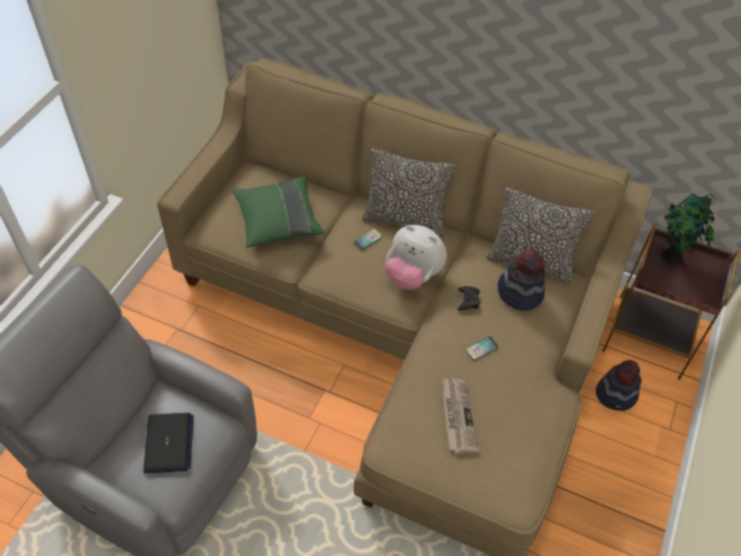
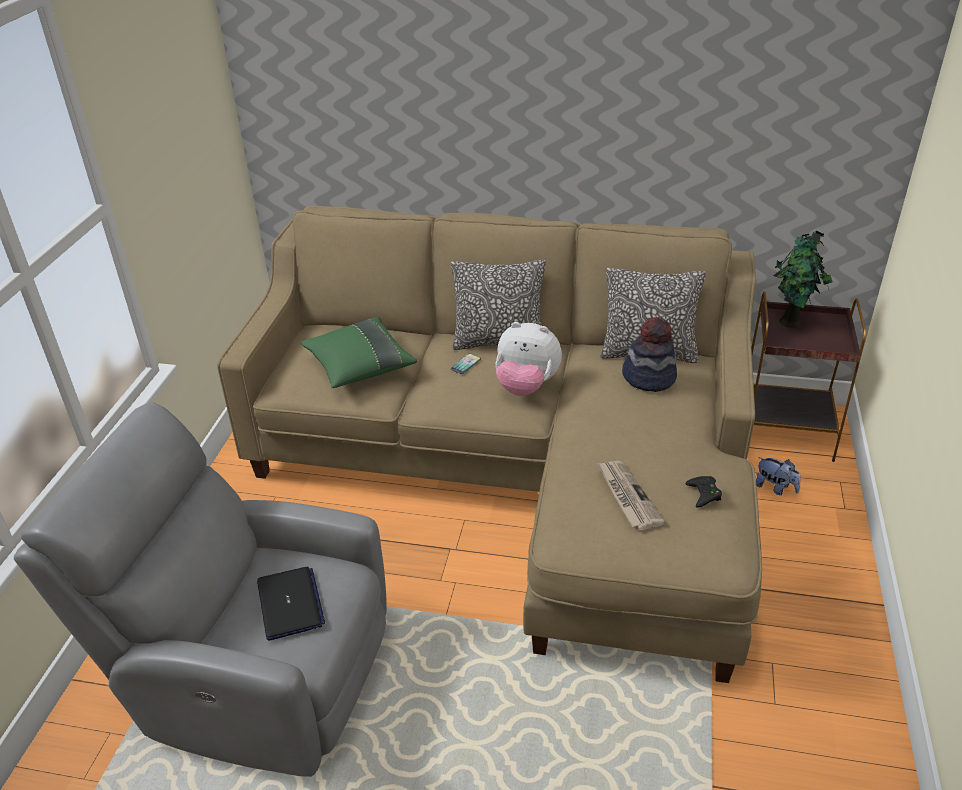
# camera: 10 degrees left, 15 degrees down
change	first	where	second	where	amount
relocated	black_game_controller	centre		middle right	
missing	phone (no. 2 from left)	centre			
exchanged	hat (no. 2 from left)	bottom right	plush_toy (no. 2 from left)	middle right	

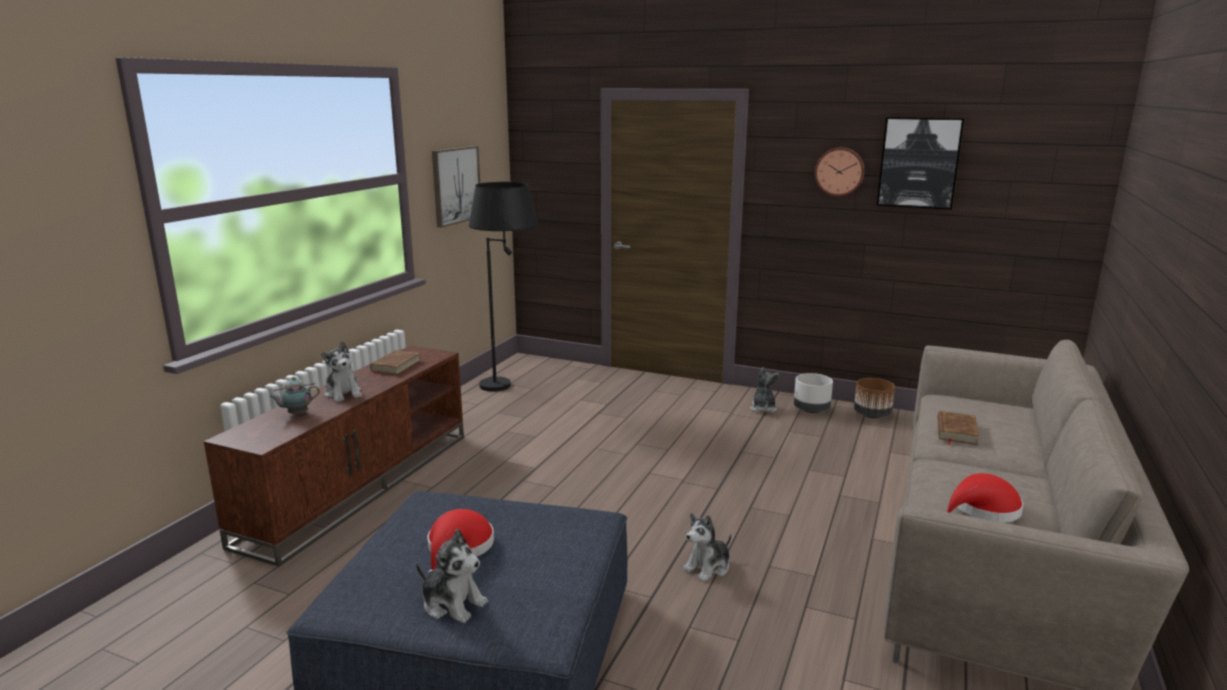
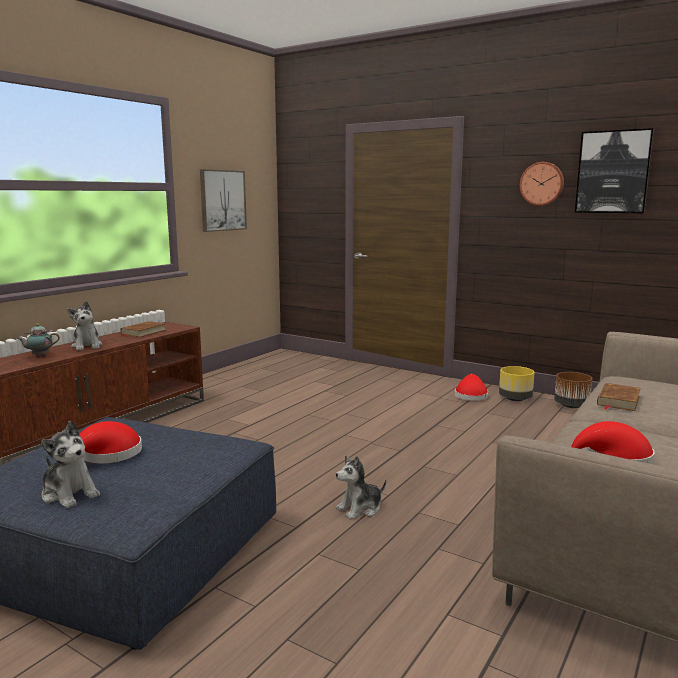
# camera: 10 degrees right, 5 degrees down
change	first	where	second	where	amount
missing	black_floor_lamp	centre			
exchanged	plush_toy (no. 4 from left)	centre	red_hat (no. 2 from left)	middle right	
colour	grey_planter	centre	yellow_planter	middle right	

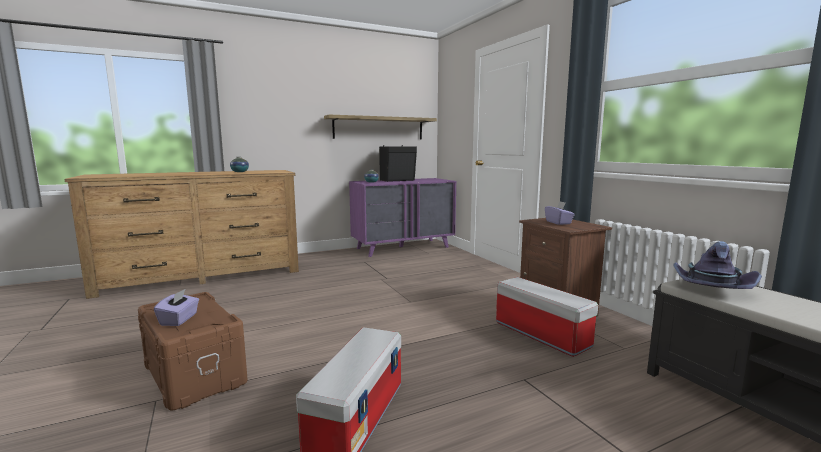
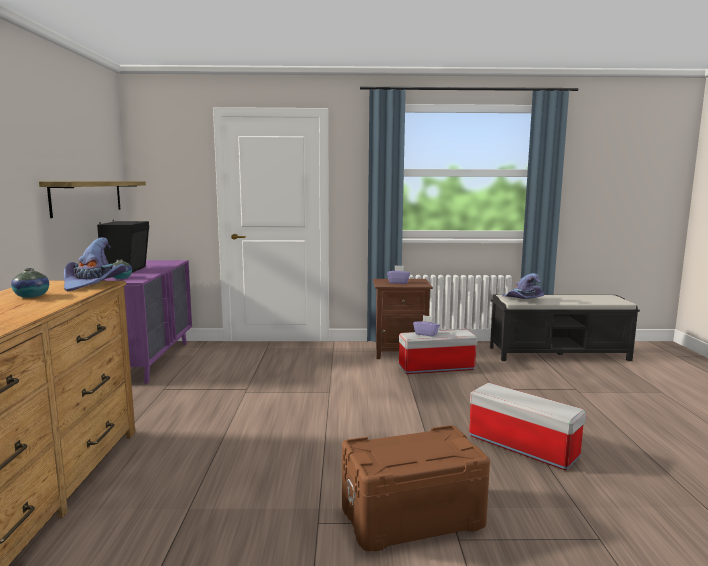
# camera: 65 degrees left, 0 degrees up
change	first	where	second	where	amount
relocated	purple_tissue_box (no. 1 from left in the first image)	bottom left	purple_tissue_box (no. 2 from left)	centre	
appeared			purple_hat (no. 1 from left)	middle left	

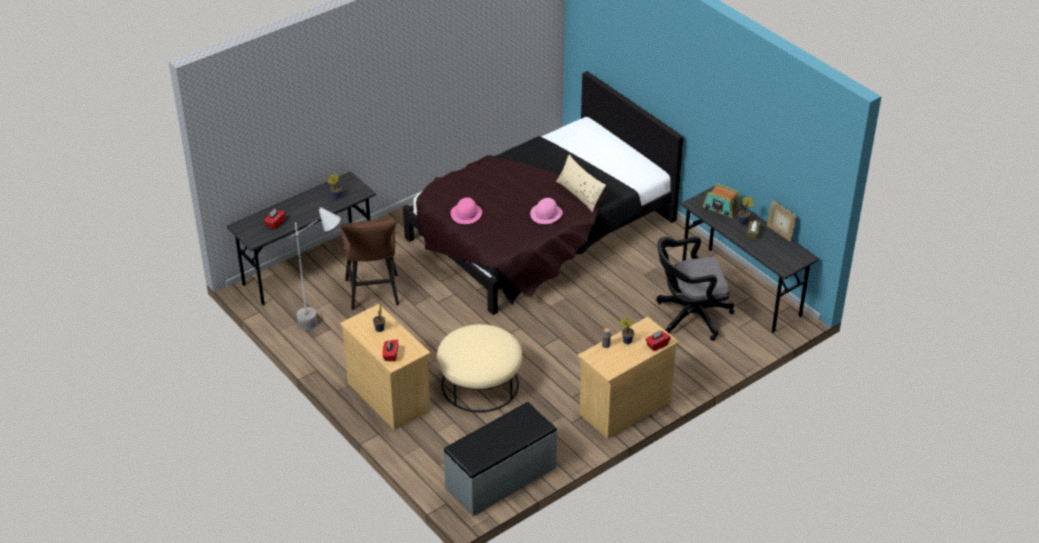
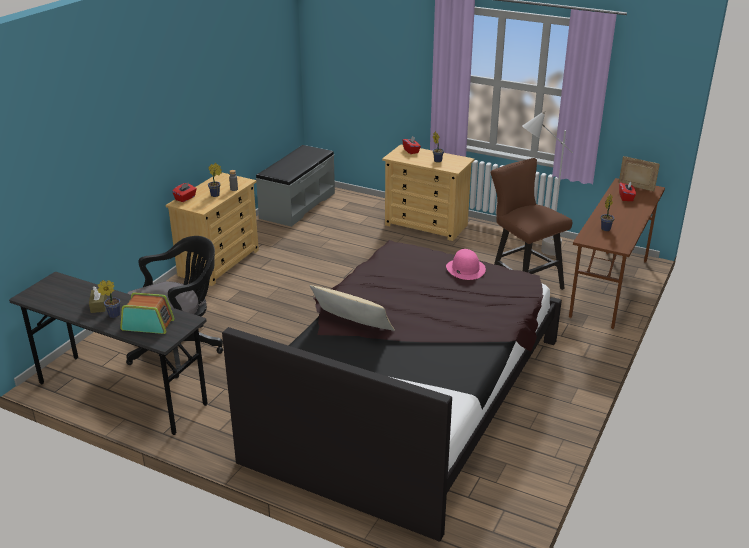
# camera: 155 degrees right, 10 degrees down
change	first	where	second	where	amount
colour	grey_desk (no. 1 from left)	middle left	brown_desk	middle right	
missing	beige_ottoman	bottom centre			
missing	pink_hat (no. 2 from left)	centre			
relocated	picture_frame	middle right		top right	

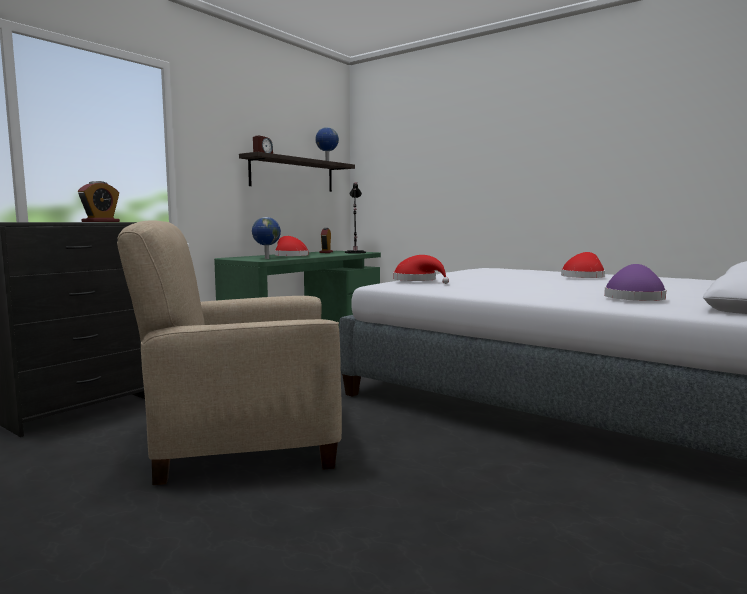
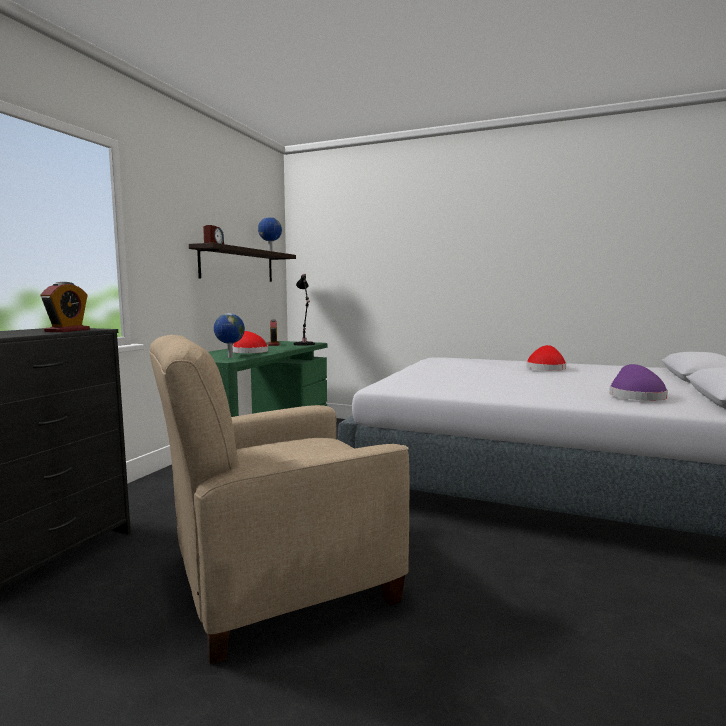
# camera: 15 degrees left, 0 degrees up
change	first	where	second	where	amount
missing	red_hat (no. 2 from left)	centre			

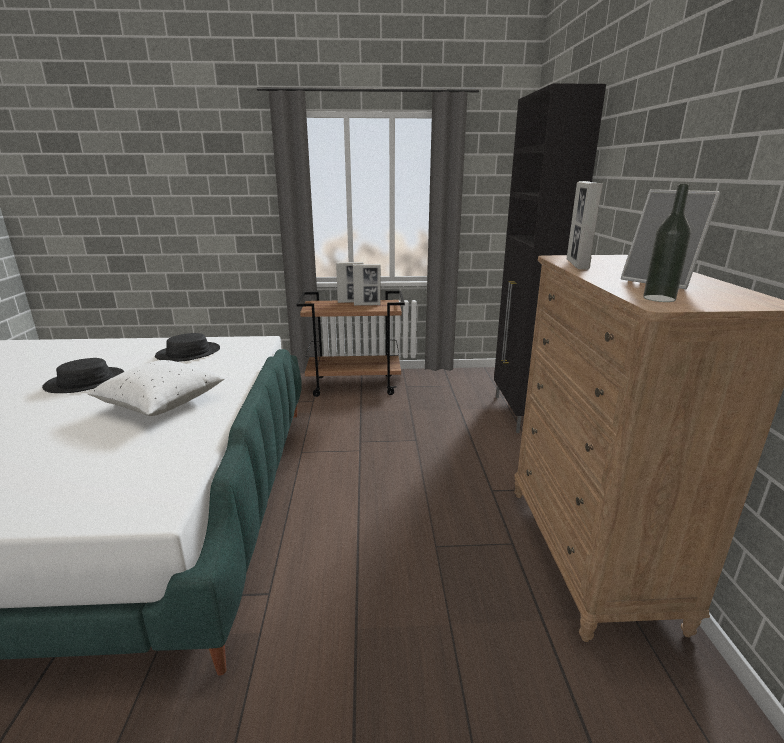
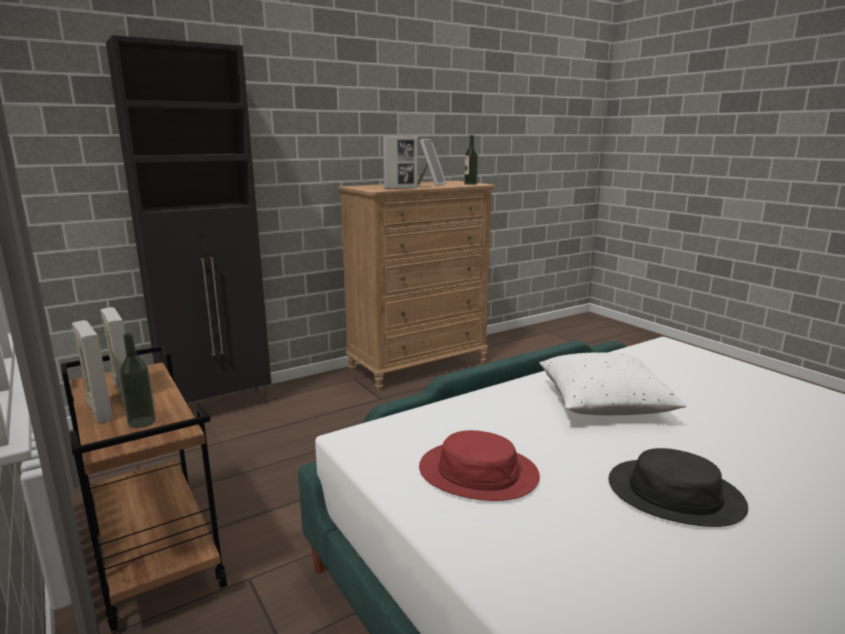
# camera: 120 degrees left, 5 degrees down
change	first	where	second	where	amount
colour	black_hat (no. 2 from left)	middle left	red_hat	bottom centre	
appeared			bottle (no. 1 from left)	middle left	

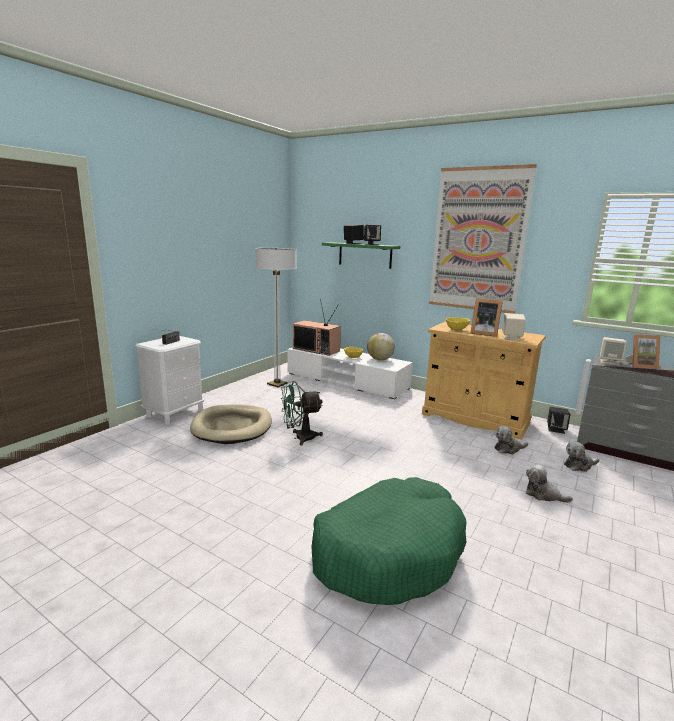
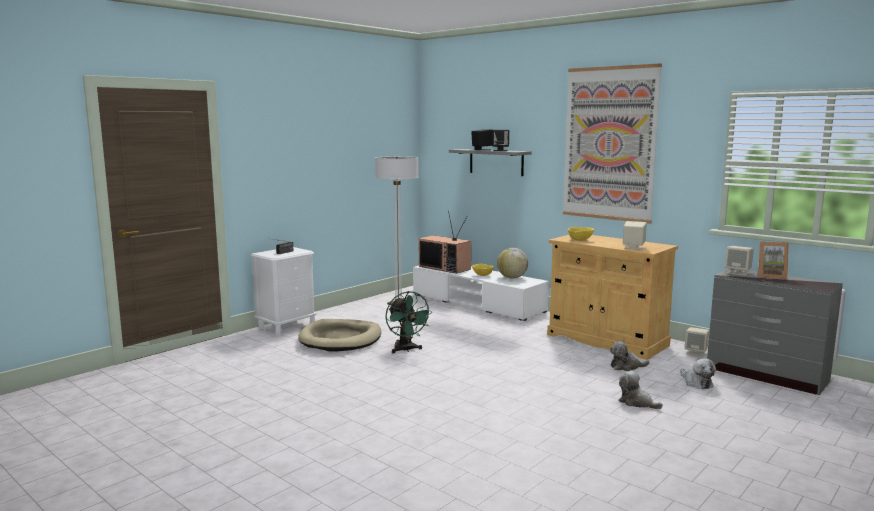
# camera: 10 degrees right, 5 degrees down
change	first	where	second	where	amount
spun	green_fan	centre		centre	105 degrees counterclockwise
missing	green_dog_bed	bottom centre			
colour	green_shelf	centre	grey_shelf	top centre	
missing	picture_frame (no. 1 from left)	middle right			
colour	black_speaker (no. 3 from left)	middle right	beige_speaker (no. 2 from left)	bottom right	
spun	plush_toy (no. 3 from left)	middle right		bottom right	105 degrees counterclockwise

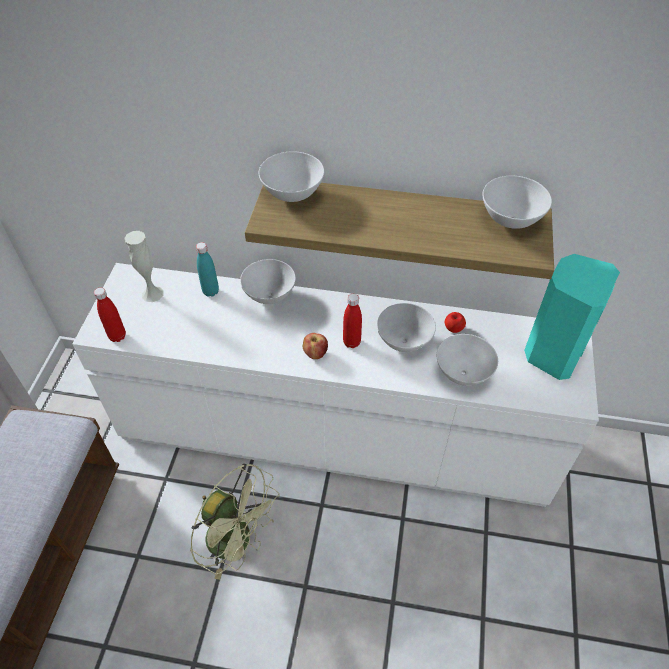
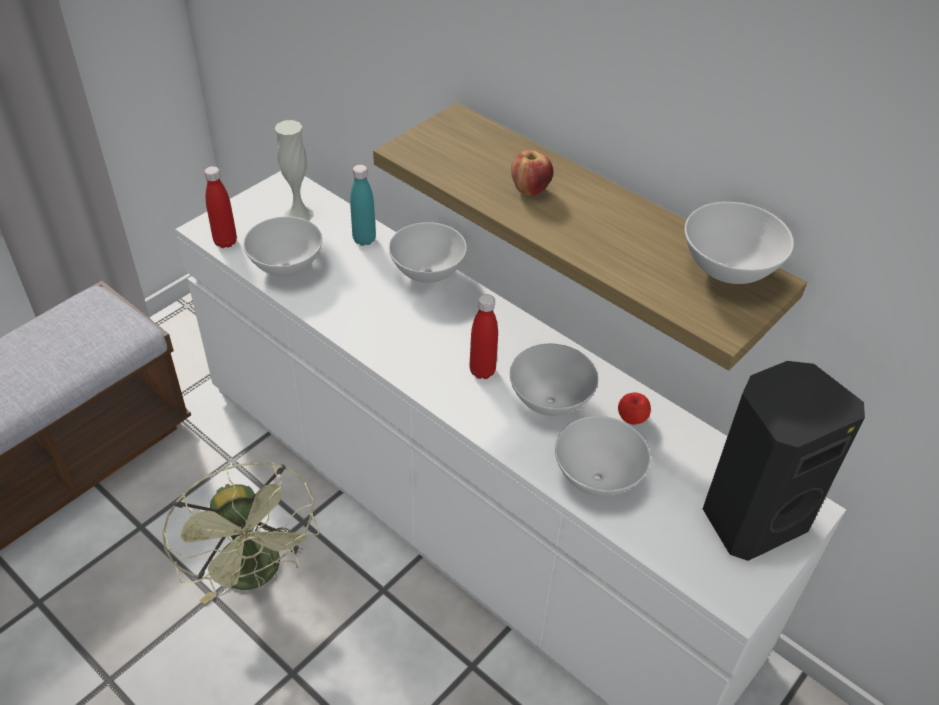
# camera: 30 degrees right, 5 degrees down
change	first	where	second	where	amount
relocated	white_bowl (no. 2 from left in the first image)	top centre	white_bowl (no. 1 from left)	middle left	
relocated	apple (no. 1 from left)	centre		top centre	
colour	turquoise_speaker	middle right	black_speaker	middle right	

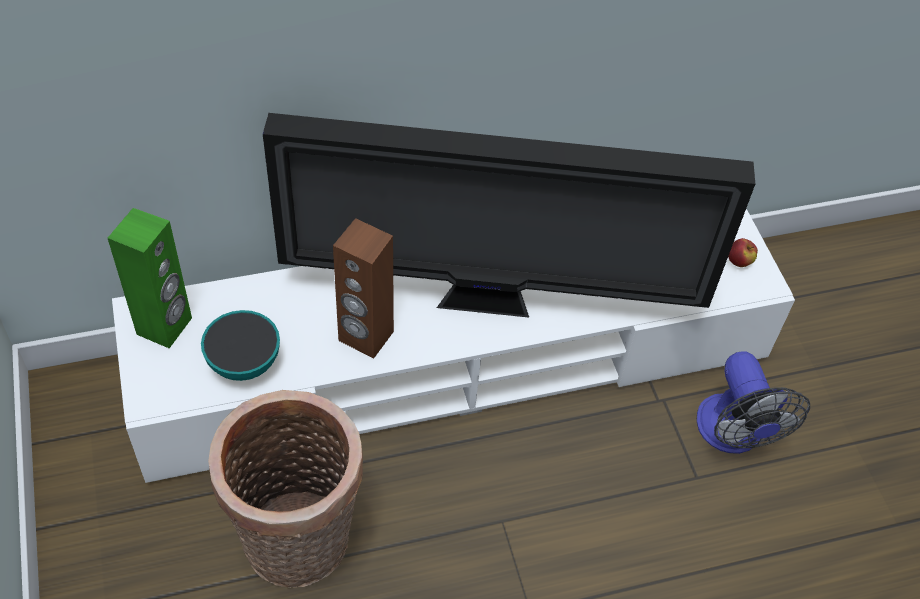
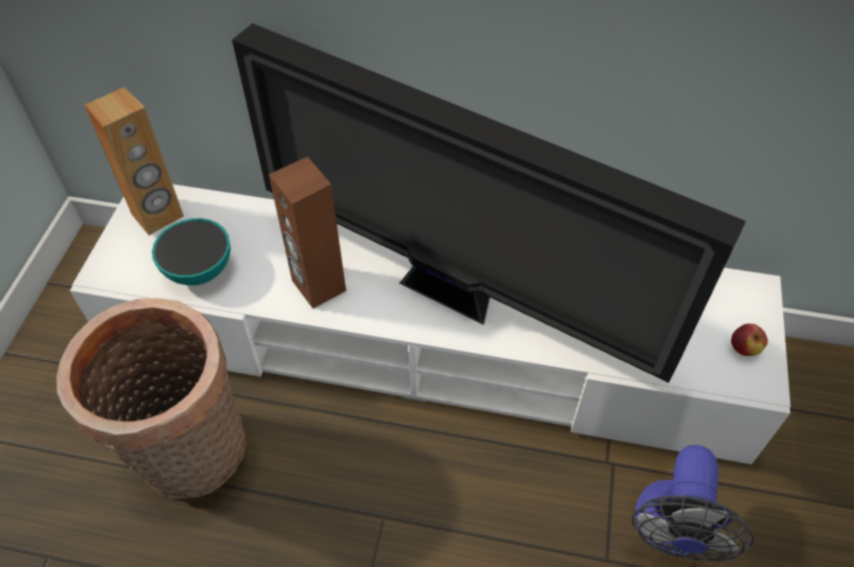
# camera: 30 degrees right, 0 degrees up
change	first	where	second	where	amount
colour	green_speaker	middle left	brown_speaker (no. 1 from left)	top left	

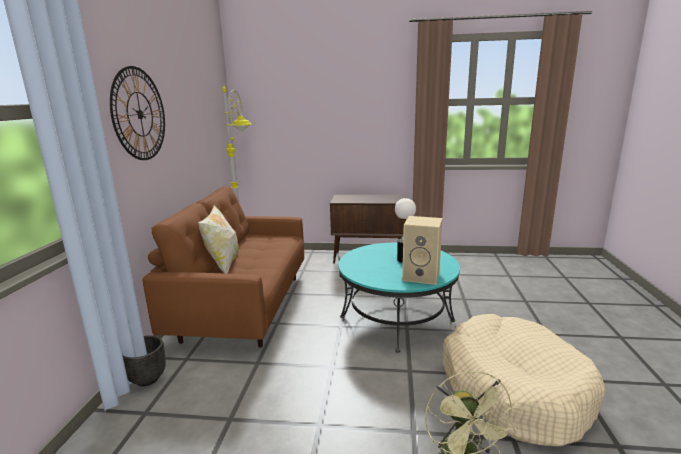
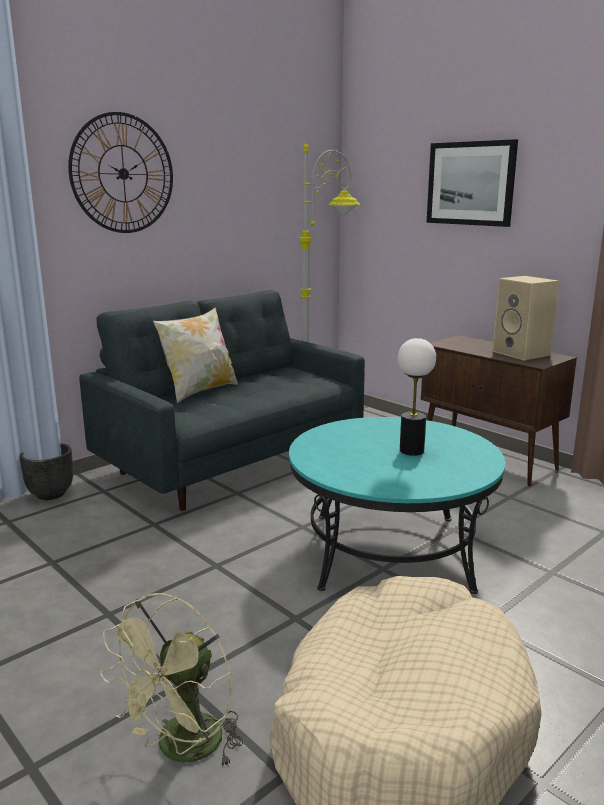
# camera: 40 degrees right, 0 degrees up
change	first	where	second	where	amount
colour	brown_sofa	middle left	grey_sofa	centre	
relocated	beige_speaker	centre		middle right	
appeared			picture	top right	

